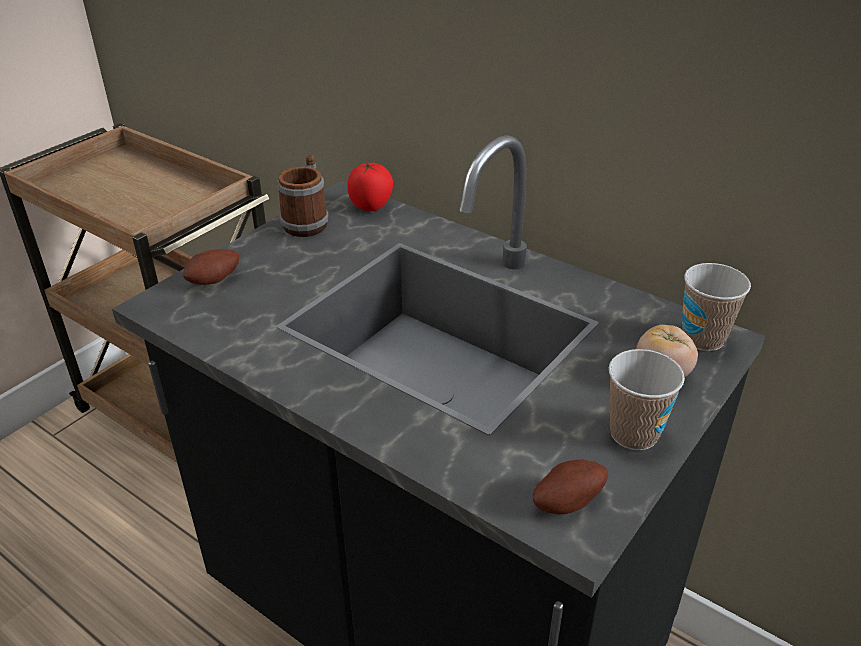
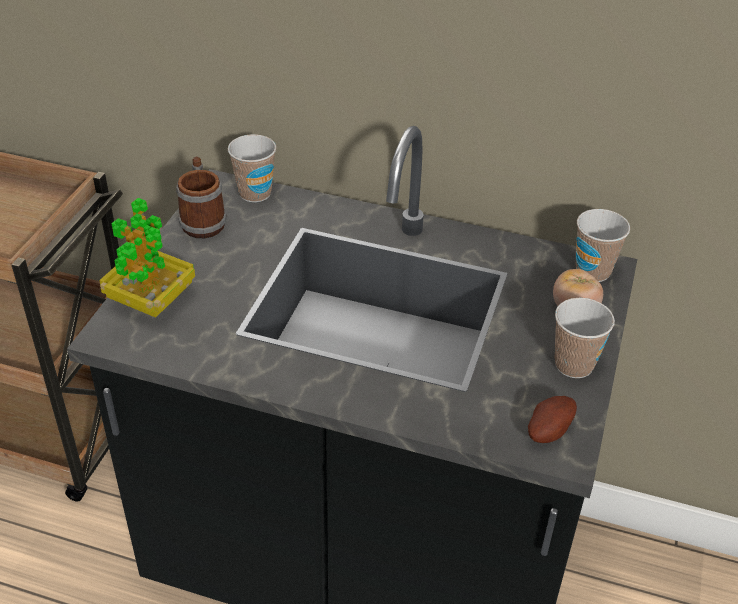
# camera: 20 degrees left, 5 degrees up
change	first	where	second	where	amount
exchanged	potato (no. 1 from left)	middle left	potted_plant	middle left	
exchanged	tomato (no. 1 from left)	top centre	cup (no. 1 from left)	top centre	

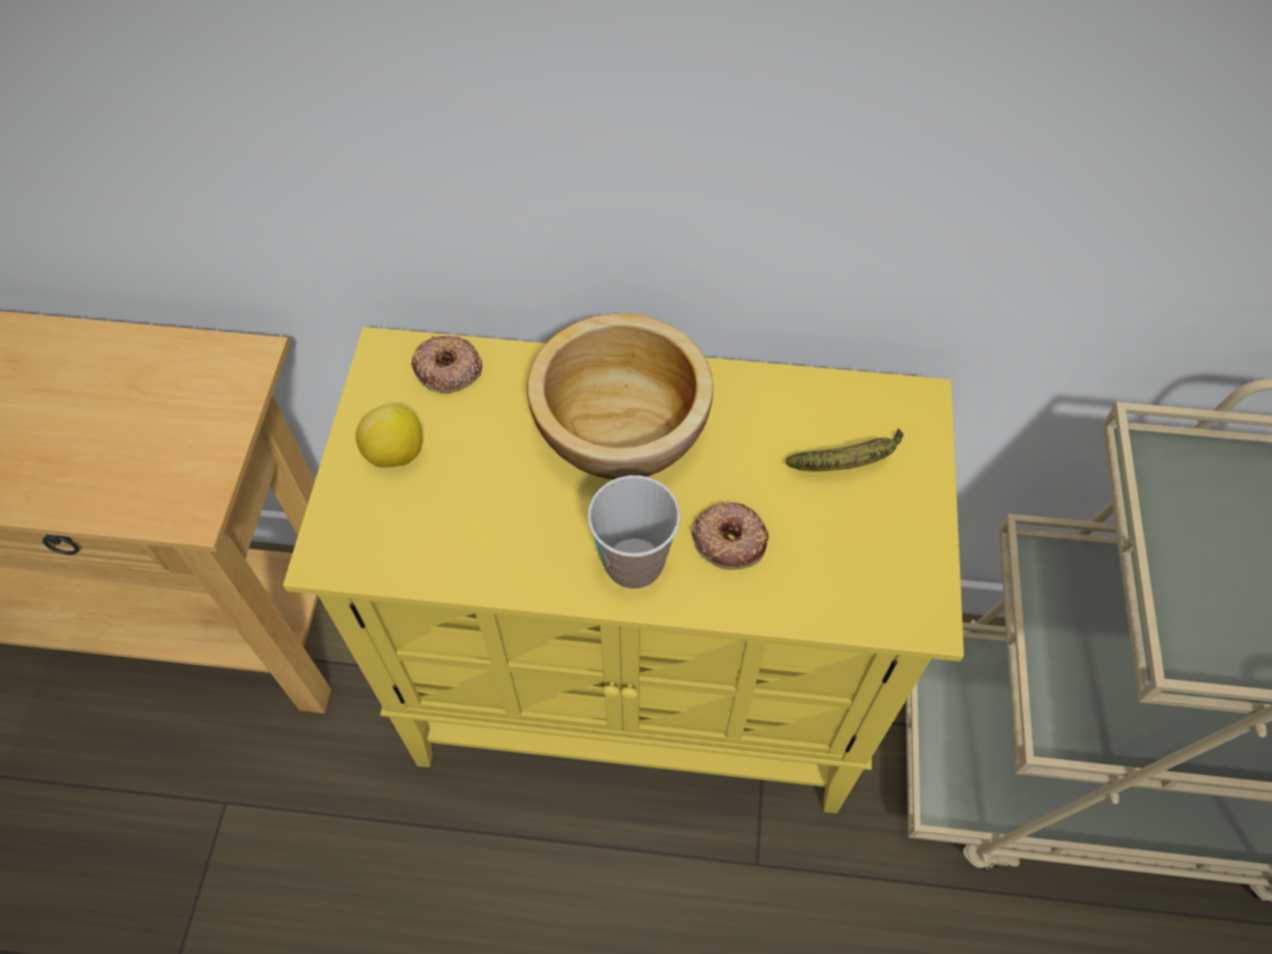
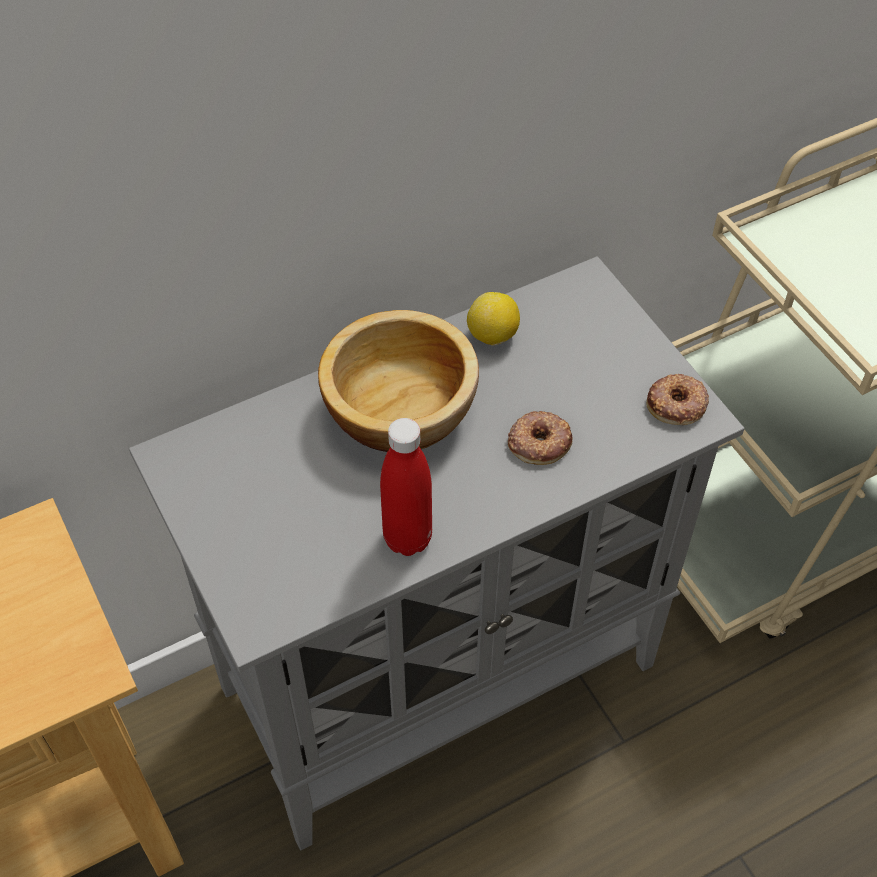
# camera: 35 degrees left, 5 degrees down
change	first	where	second	where	amount
colour	yellow_cabinet	centre	grey_cabinet	centre	
relocated	lemon	middle left		centre	
relocated	donut (no. 1 from left in the first image)	centre	donut (no. 2 from left)	middle right	
missing	cup	centre			
missing	banana	centre			
appeared			red_bottle	centre	

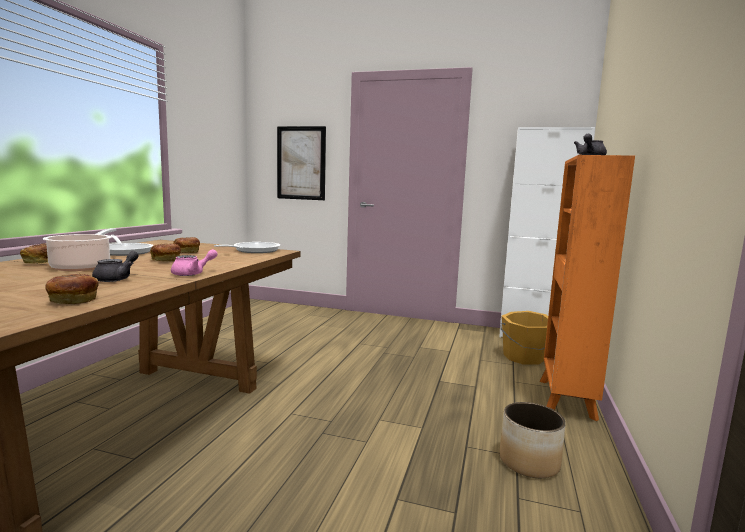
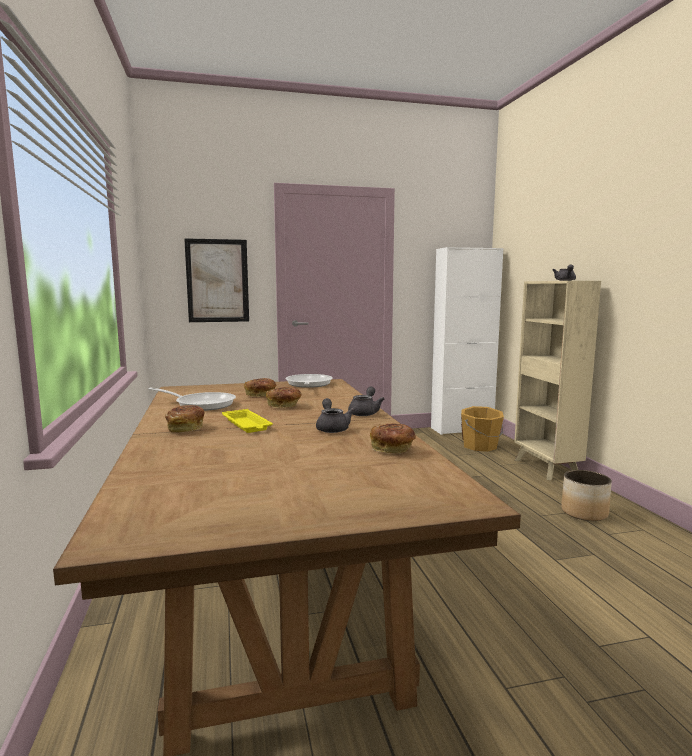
# camera: 30 degrees left, 0 degrees up
change	first	where	second	where	amount
exchanged	cooking_pot	middle left	yellow_tray	centre	
colour	pink_teapot	middle left	grey_teapot (no. 2 from left)	centre	
colour	orange_bookcase	middle right	beige_bookcase	middle right	

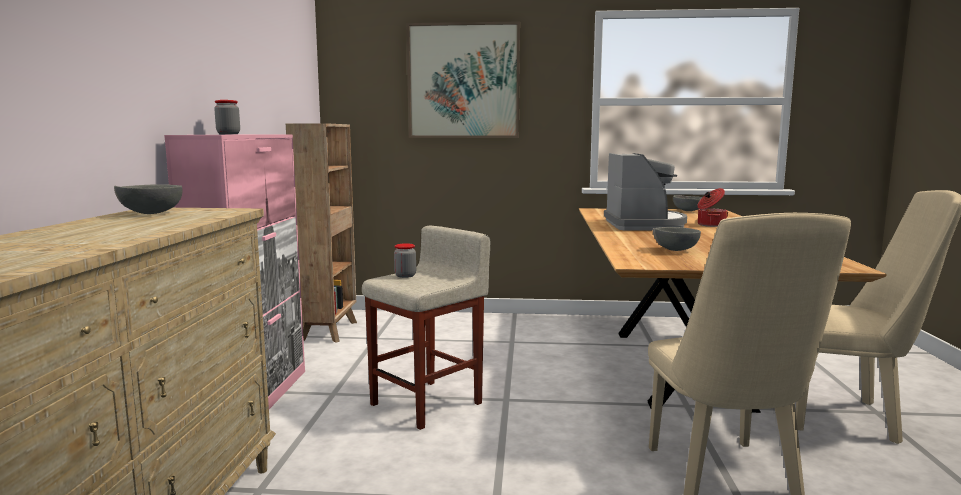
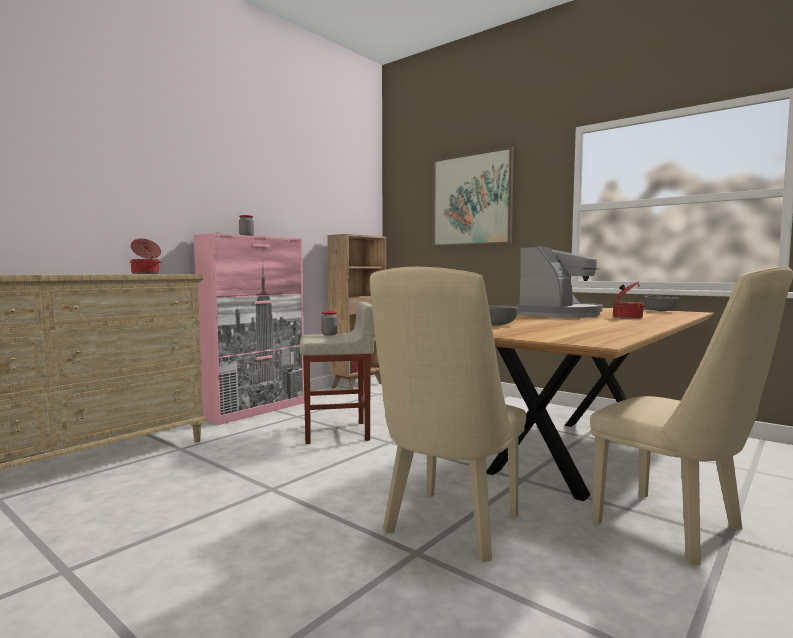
# camera: 35 degrees right, 5 degrees down
change	first	where	second	where	amount
exchanged	grey_bowl (no. 1 from left)	middle left	cooking_pot (no. 1 from left)	middle left	

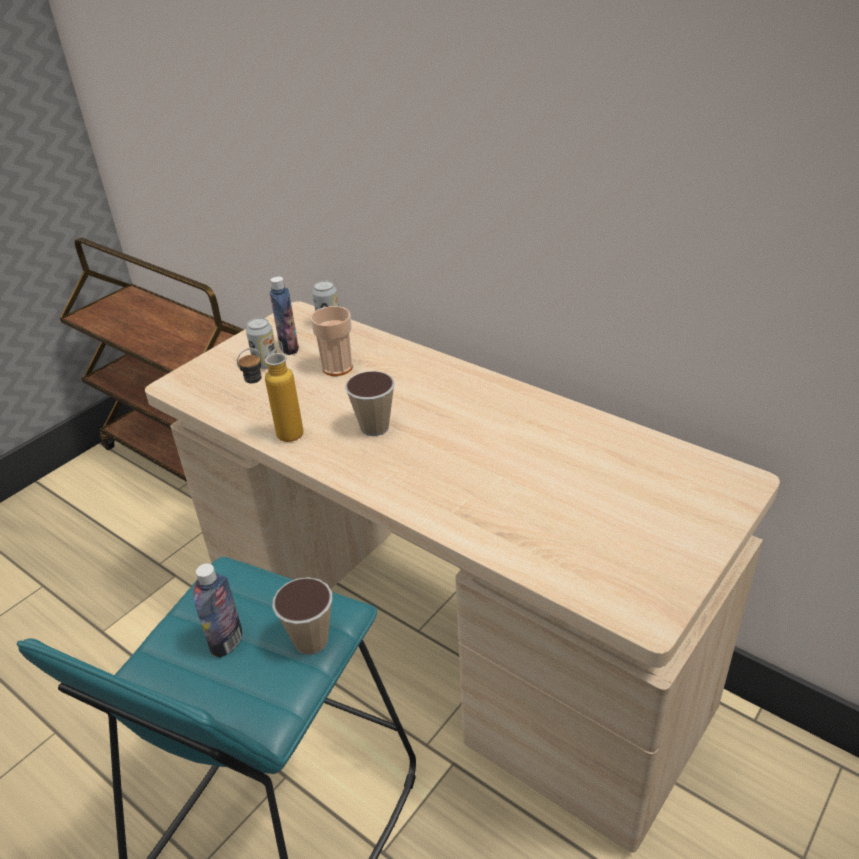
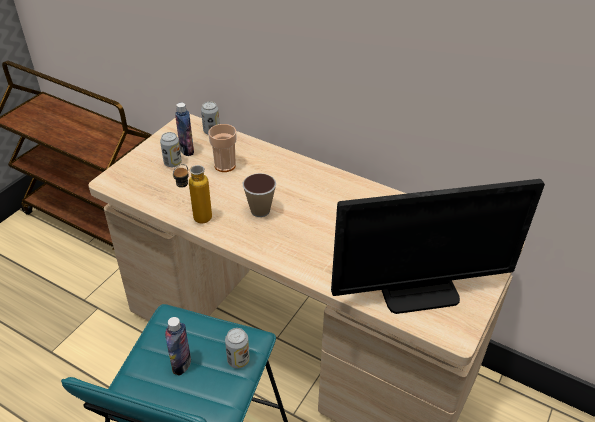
# camera: 10 degrees left, 5 degrees up
change	first	where	second	where	amount
exchanged	cup (no. 1 from left)	bottom centre	can (no. 3 from left)	bottom centre	
appeared			monitor	middle right	

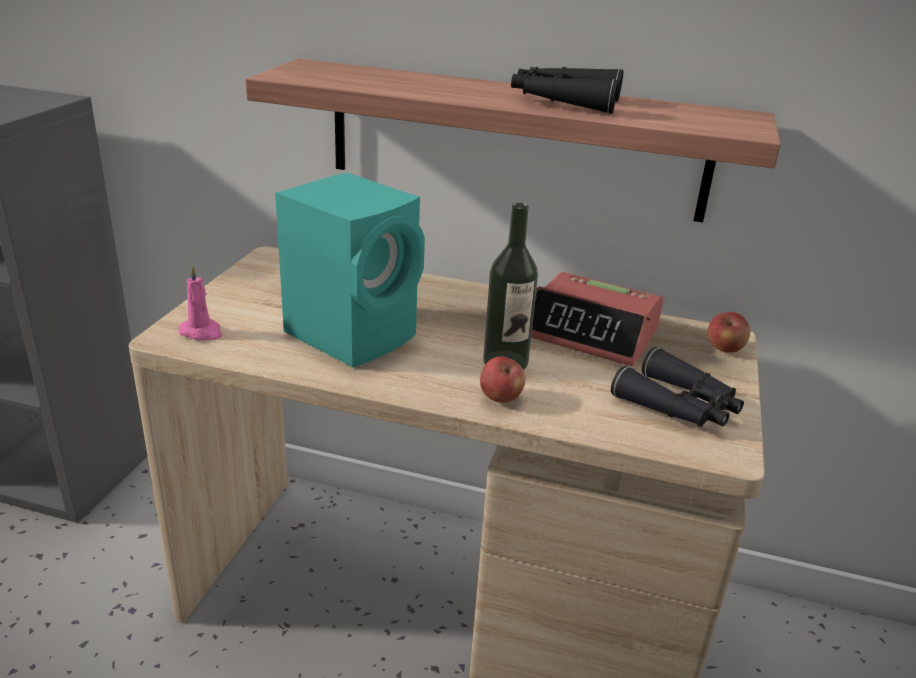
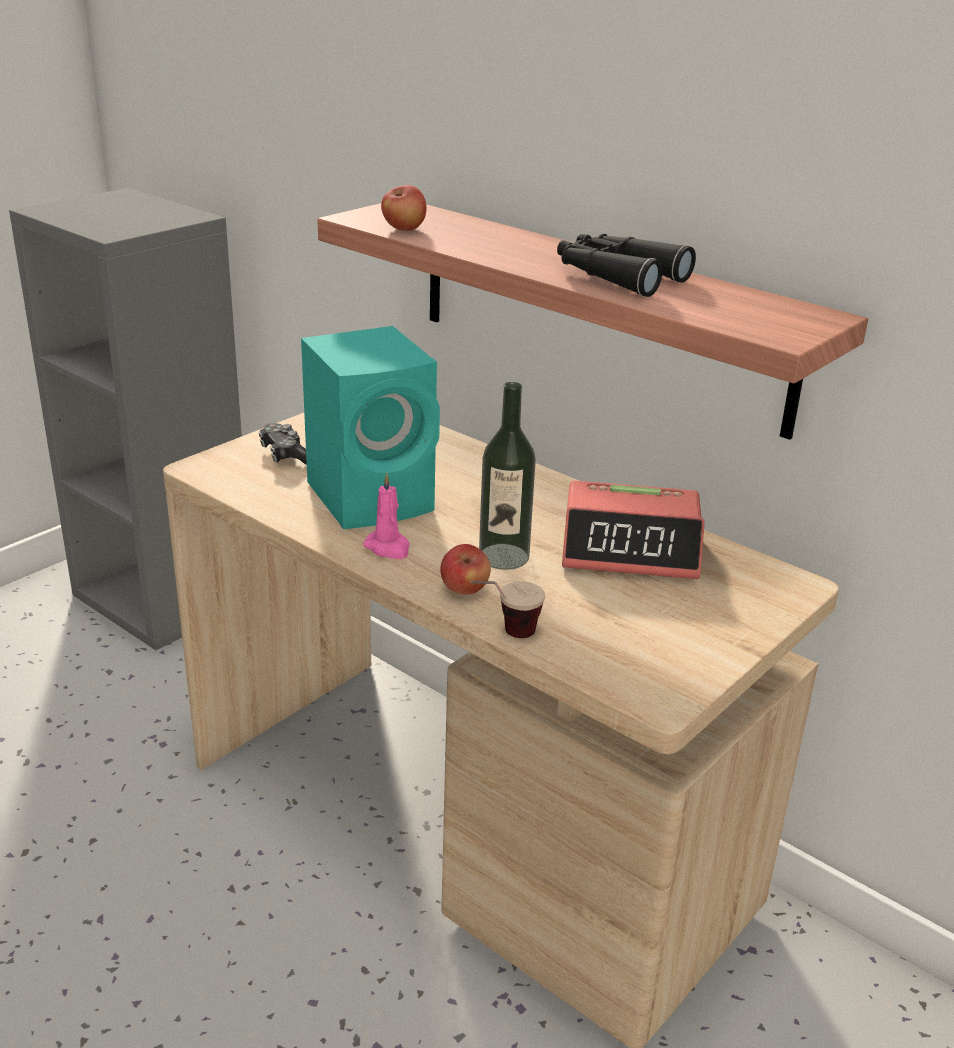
# camera: 25 degrees right, 0 degrees up
change	first	where	second	where	amount
relocated	pink_candle	middle left		centre	
spun	alarm_clock	centre		centre	45 degrees counterclockwise
missing	black_binoculars (no. 2 from left)	middle right			
relocated	apple (no. 2 from left in the first image)	middle right	apple (no. 1 from left)	top centre	
appeared			game_controller	middle left	
appeared			cup	centre	

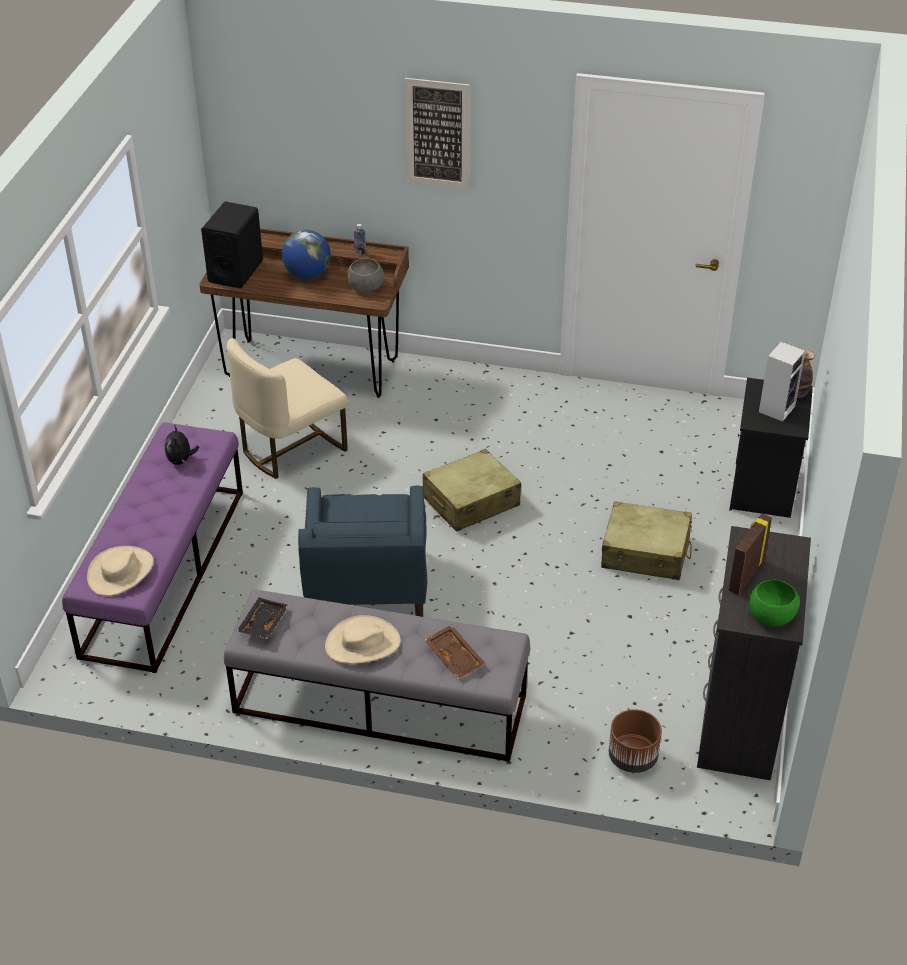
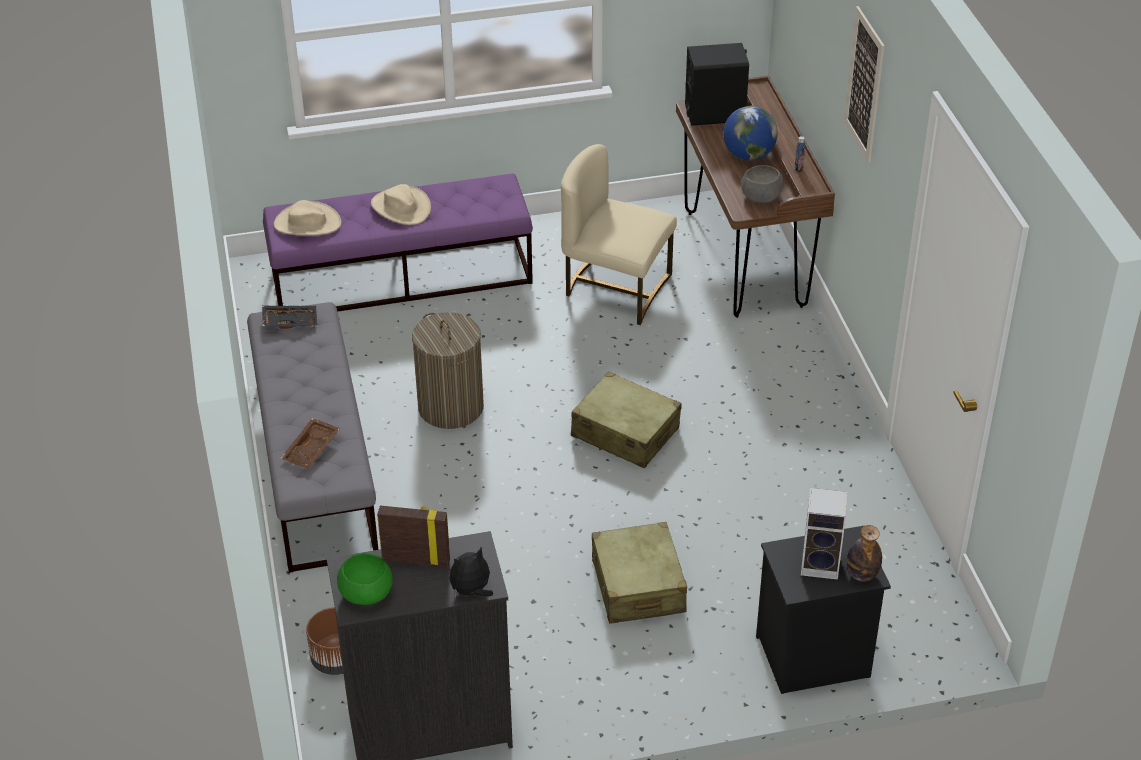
# camera: 65 degrees right, 0 degrees up
change	first	where	second	where	amount
relocated	plush_toy	middle left		bottom centre	
exchanged	blue_armchair	centre	laundry_basket	centre	
relocated	beige_hat (no. 2 from left)	centre		top centre	

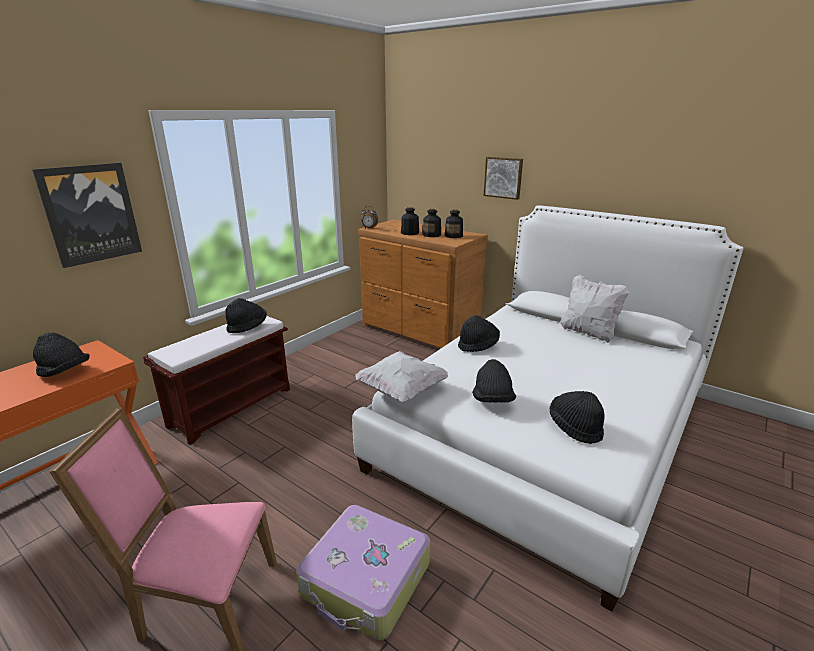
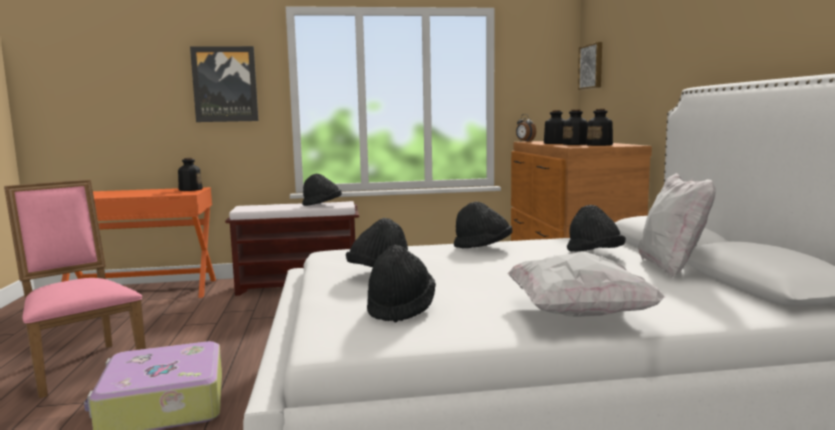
# camera: 45 degrees right, 15 degrees down
change	first	where	second	where	amount
relocated	black_hat (no. 1 from left in the first image)	middle left	black_hat (no. 5 from left)	middle right	
relocated	white_pillow (no. 1 from left)	centre		middle right	
relocated	picture (no. 2 from left)	top centre		top right	
appeared			bottle (no. 1 from left)	middle left	

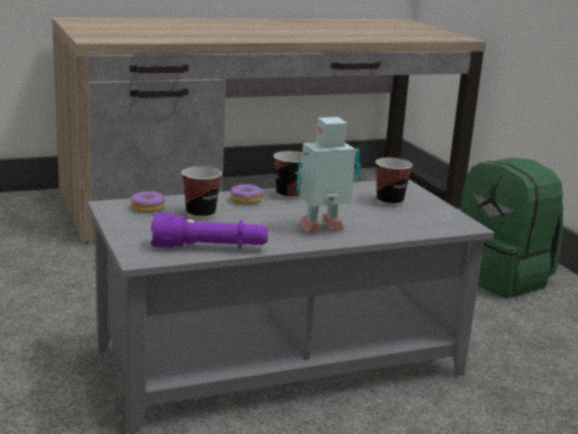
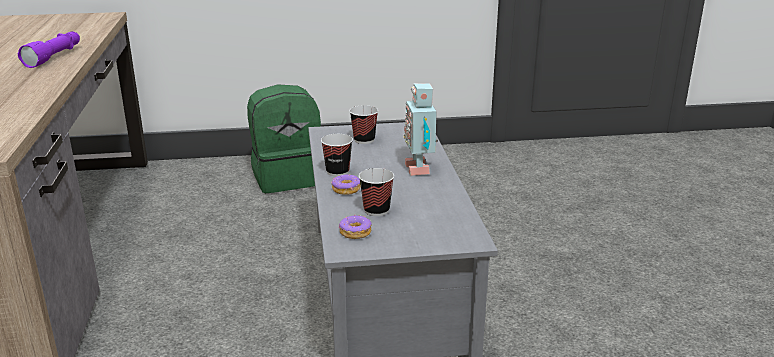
# camera: 75 degrees left, 5 degrees up
change	first	where	second	where	amount
relocated	purple_flashlight	centre		top left	

